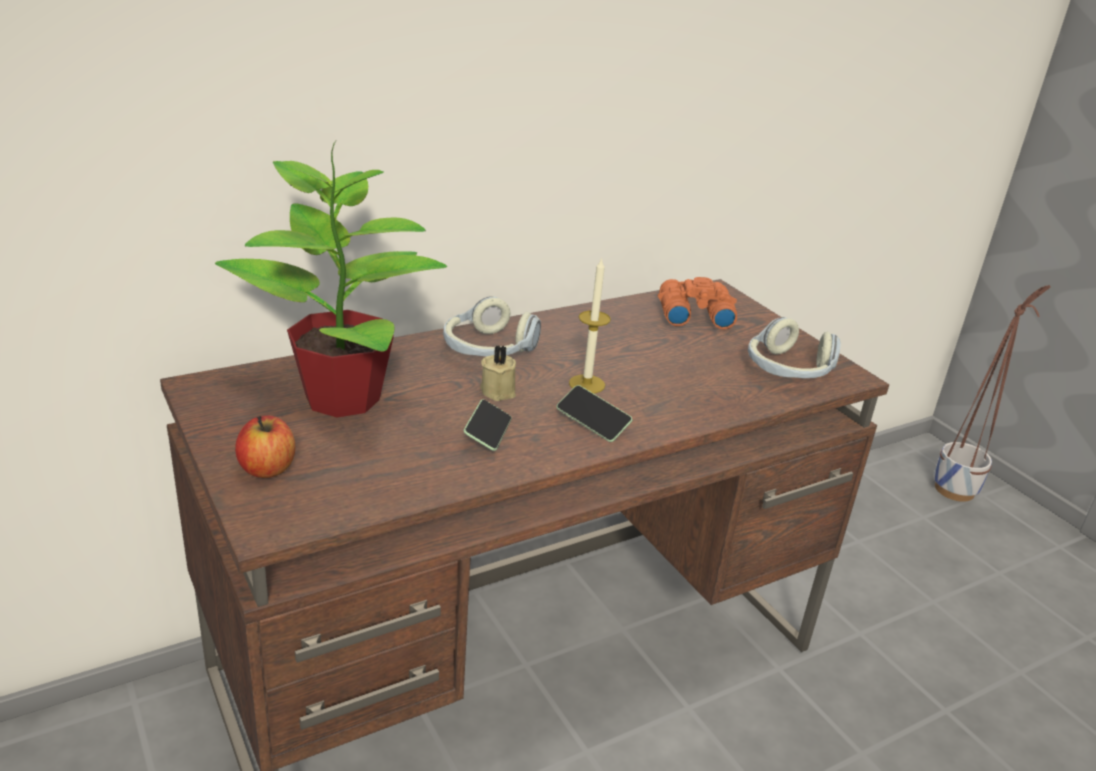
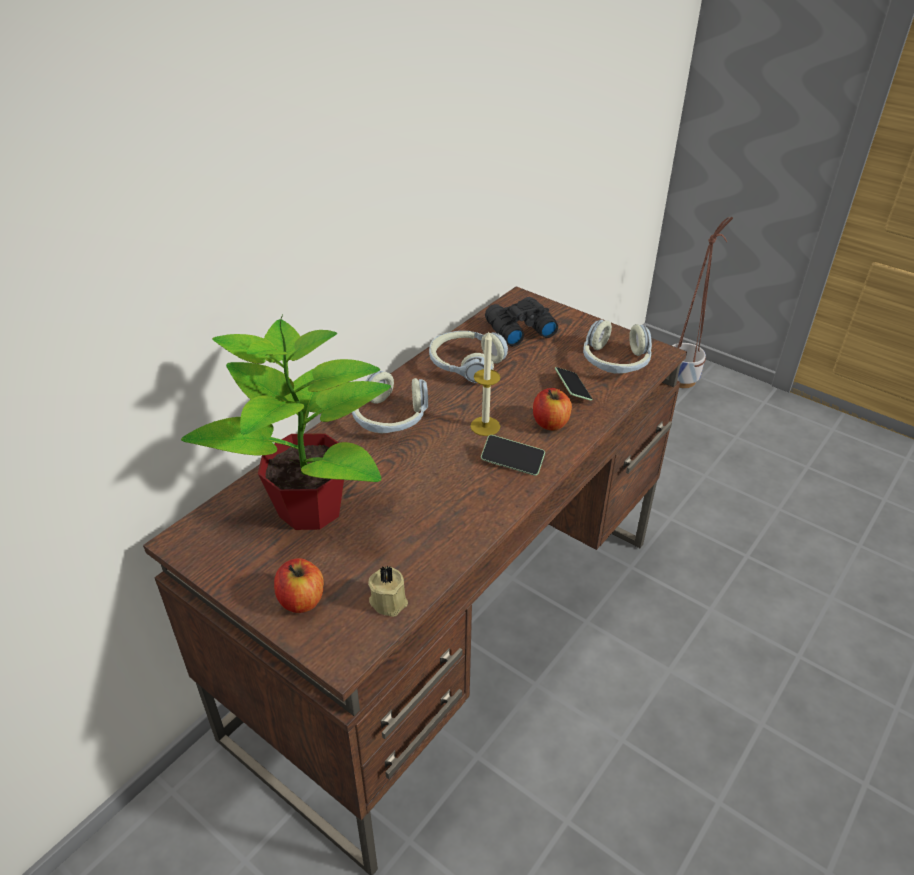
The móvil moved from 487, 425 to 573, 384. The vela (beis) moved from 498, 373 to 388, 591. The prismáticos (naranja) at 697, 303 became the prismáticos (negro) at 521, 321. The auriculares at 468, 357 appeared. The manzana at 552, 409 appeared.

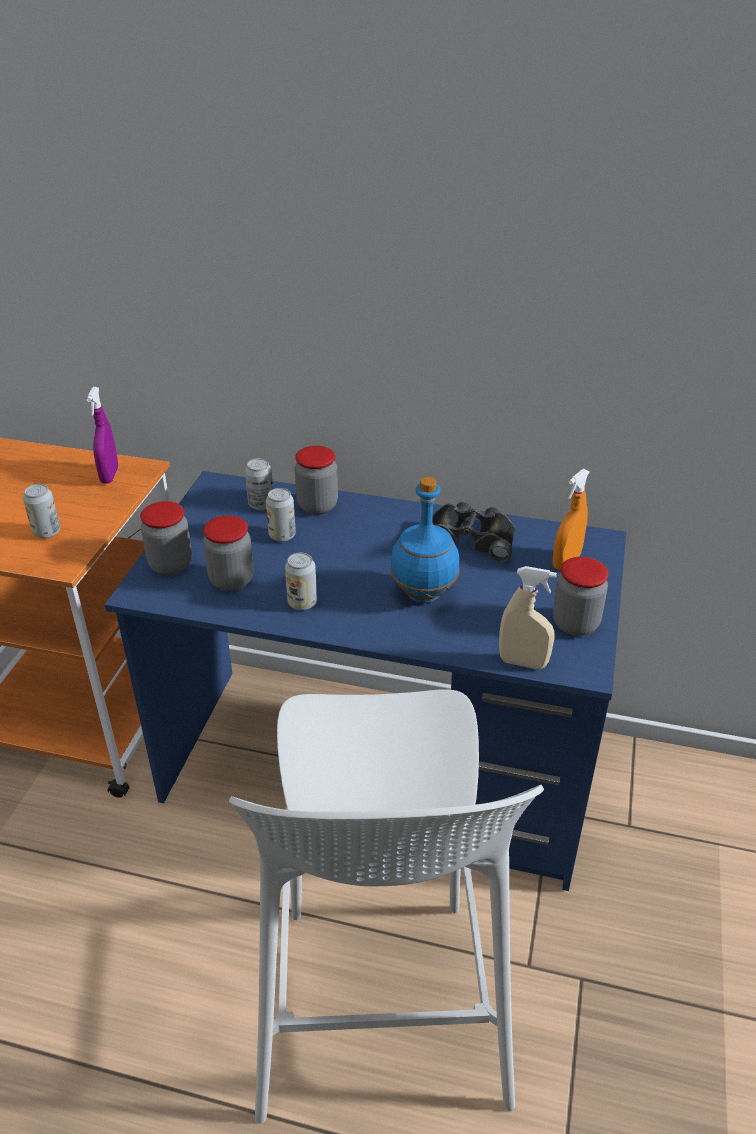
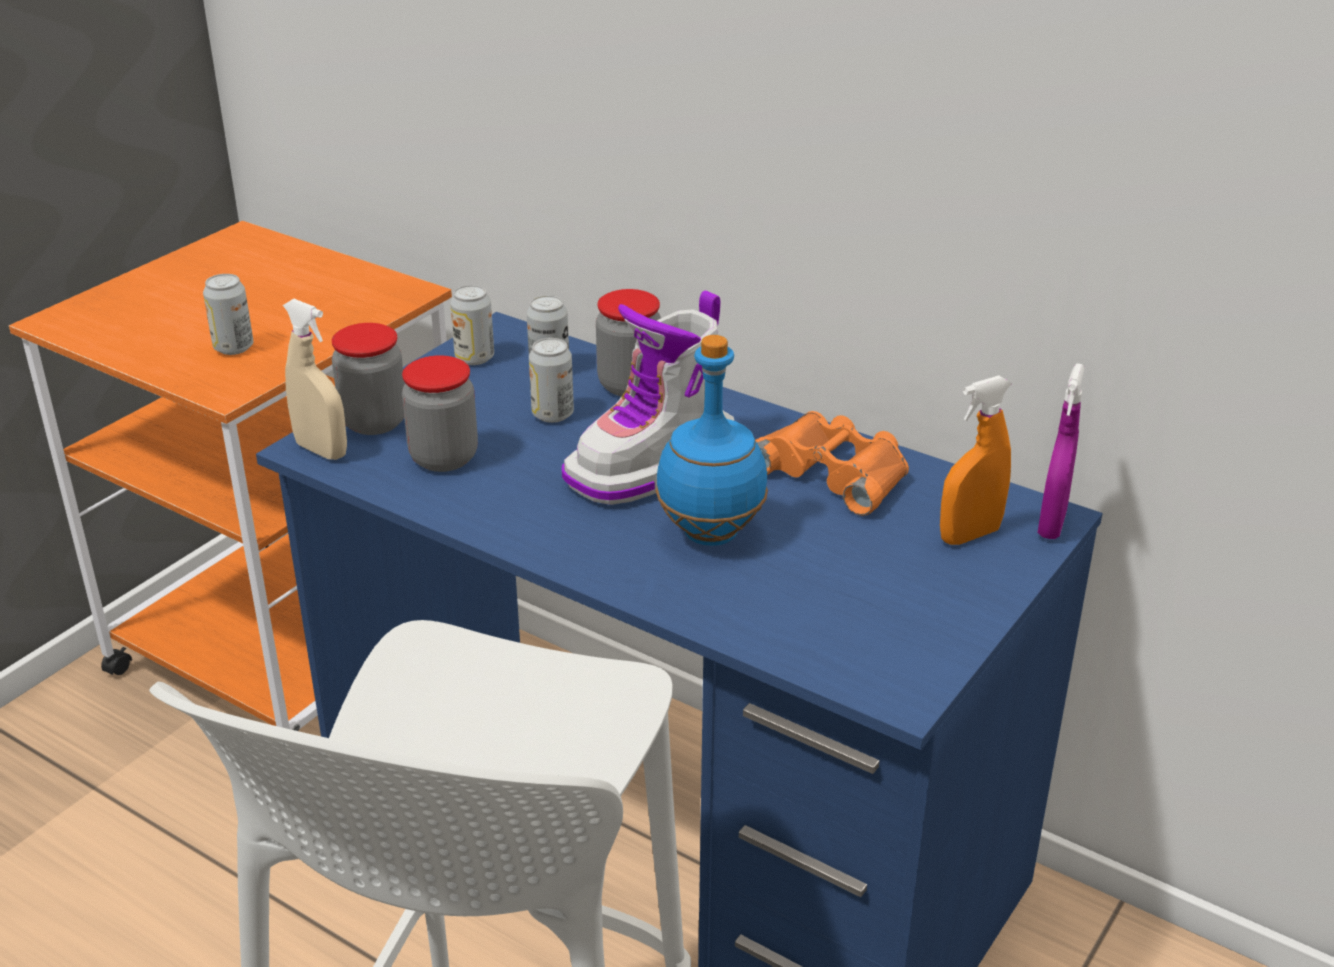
The pulverizador (morado) moved from 102, 435 to 1061, 451. The lata moved from 301, 581 to 472, 325. The prismáticos (negro) at 473, 532 became the prismáticos (naranja) at 832, 463. The pulverizador (beis) moved from 528, 617 to 315, 379. The tarro at 581, 596 disappeared. The bota at 648, 397 appeared.

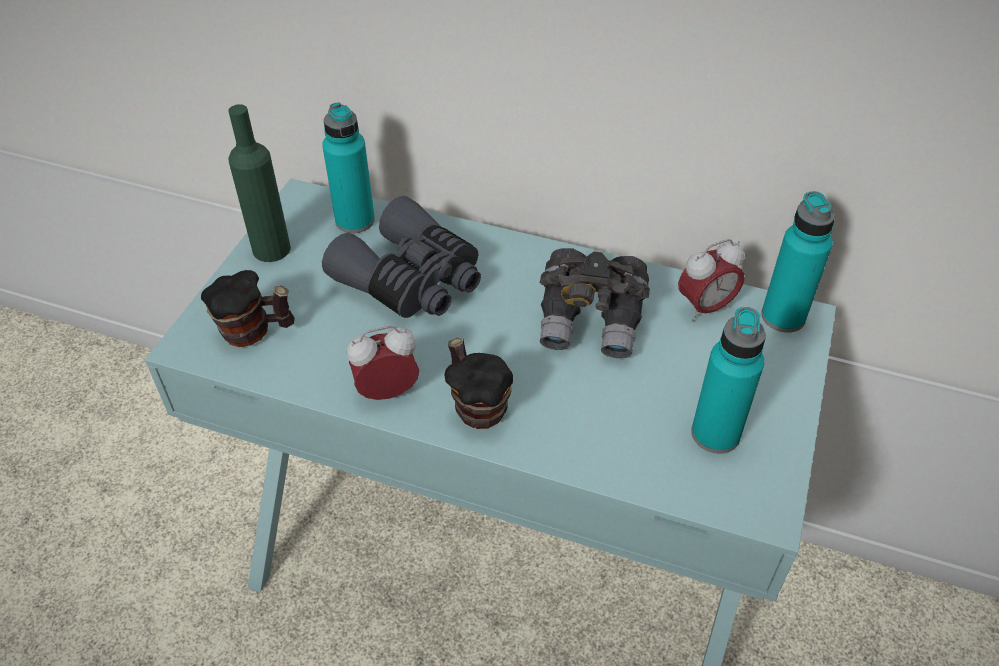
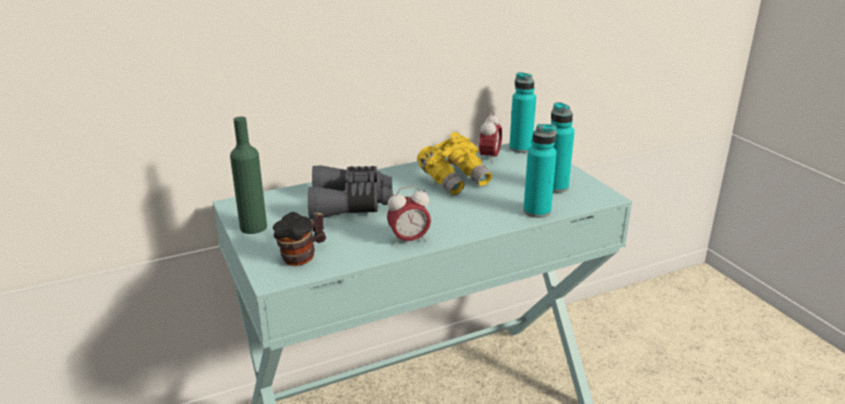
The botella (turquesa) moved from 348, 167 to 540, 171. The despertador at 383, 363 turned 135 degrees counterclockwise. The taza grande at 478, 383 disappeared. The prismáticos (gris) at 595, 303 became the prismáticos (amarillo) at 454, 163.

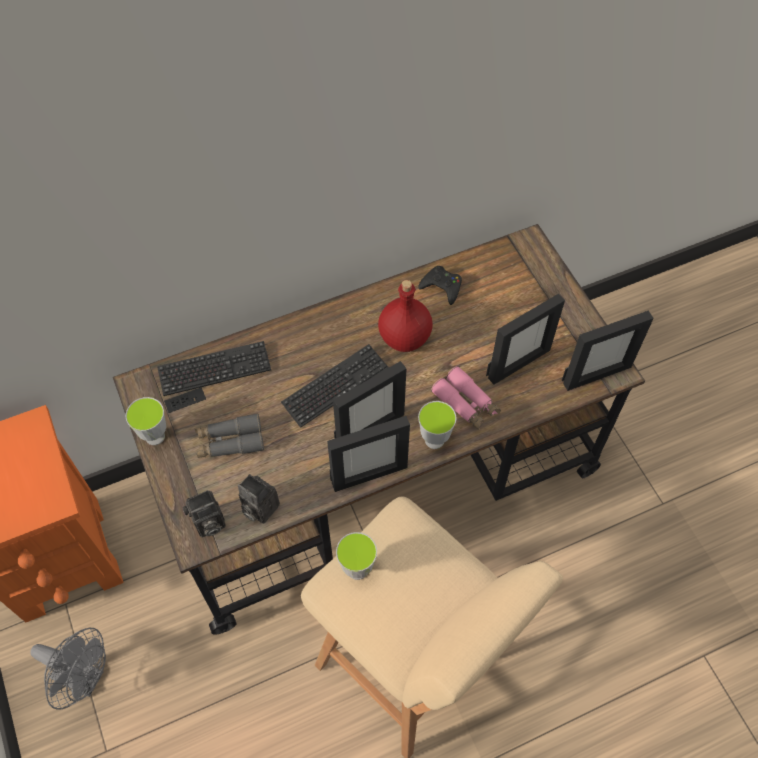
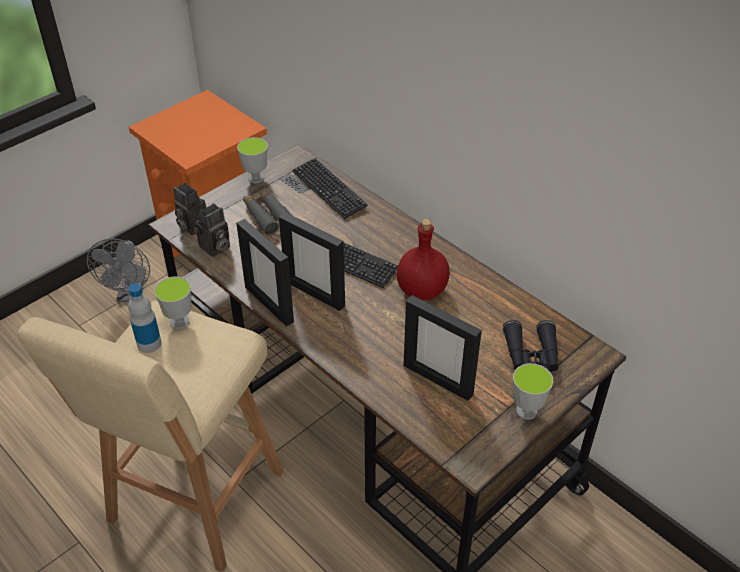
The cámara at 259, 499 turned 150 degrees counterclockwise. The mando de consola (negro) at 440, 285 disappeared. The taza moved from 437, 425 to 533, 391. The prismáticos (rosa) at 466, 398 disappeared. The portarretratos at 607, 351 disappeared. The botella at 145, 318 appeared. The prismáticos (negro) at 531, 346 appeared.

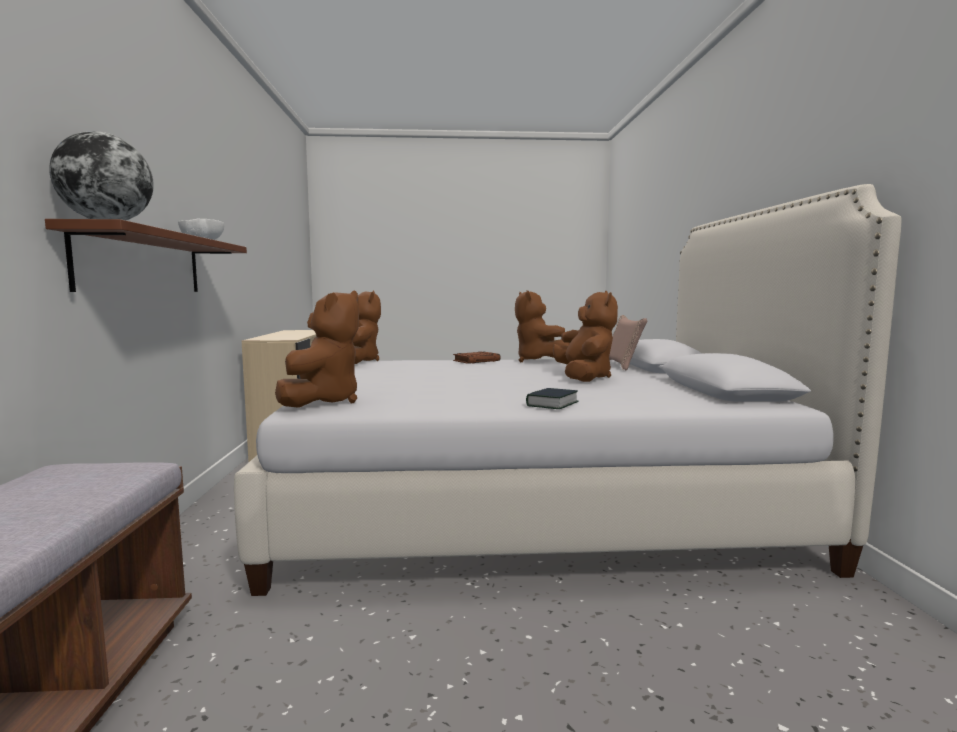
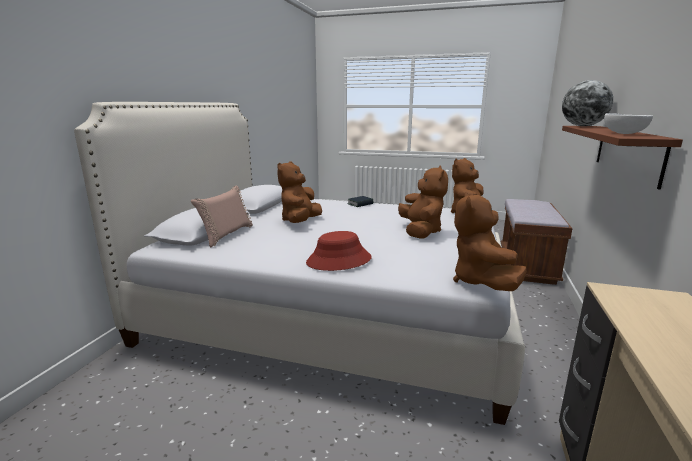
The libro (marrón) at 477, 357 was replaced by the sombrero (rojo) at 339, 251. The peluche (marrón) moved from 542, 326 to 423, 202.

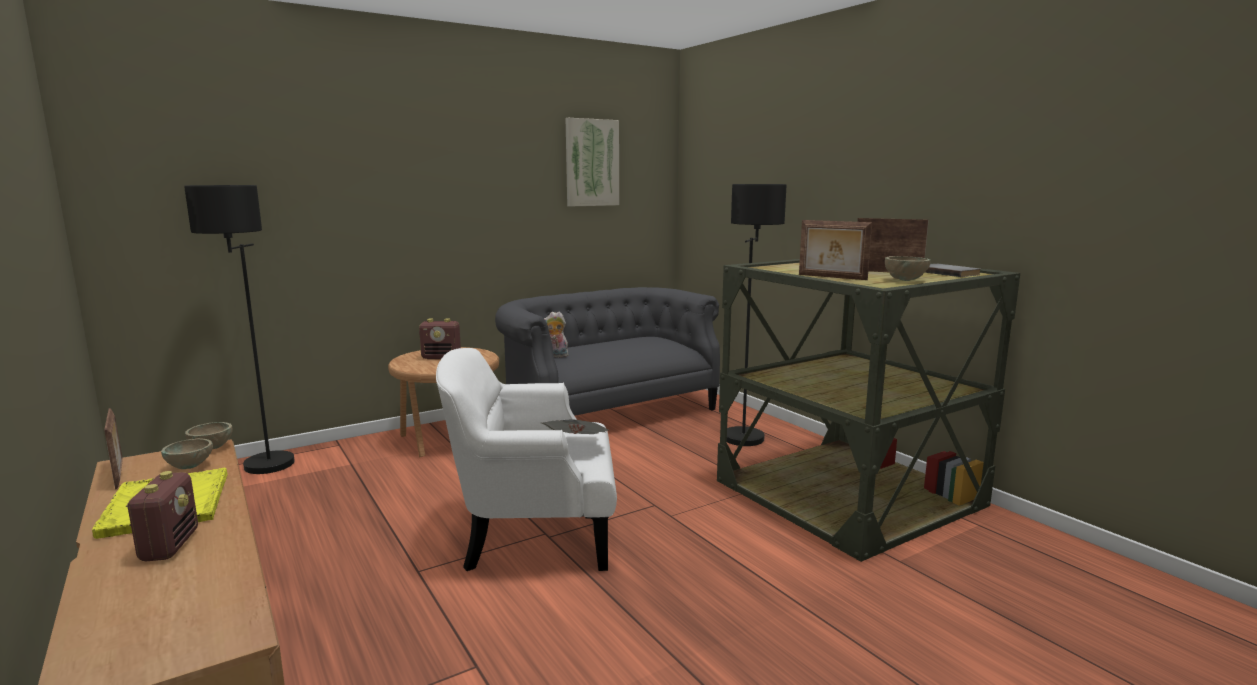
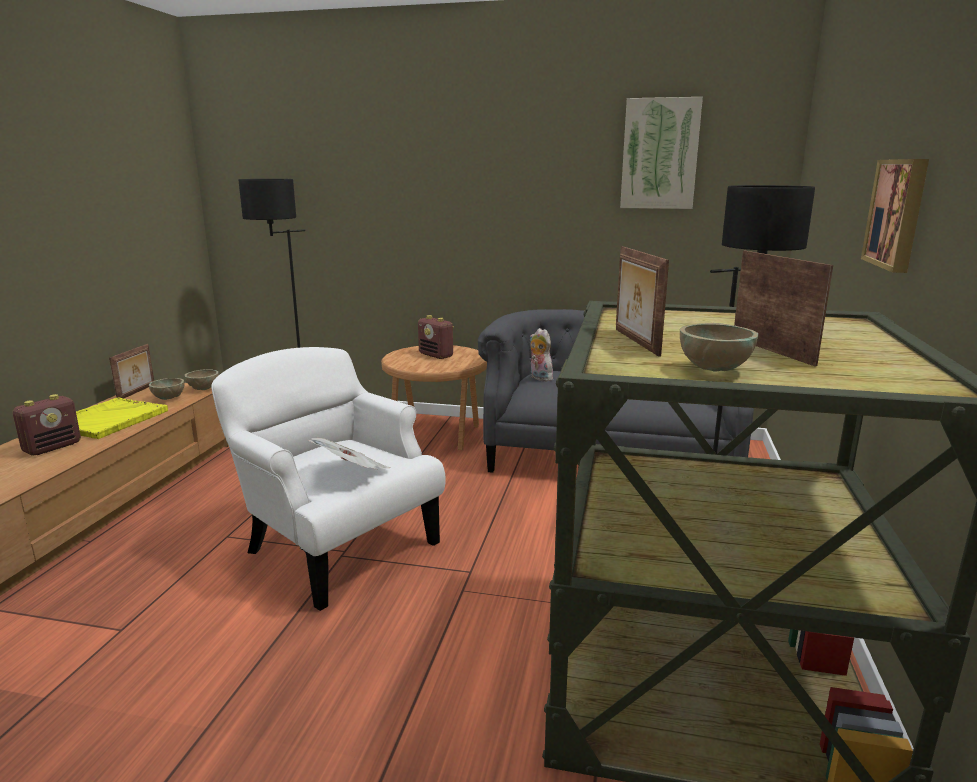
The libro (gris) at 952, 270 disappeared. The cuadro at 895, 216 appeared.

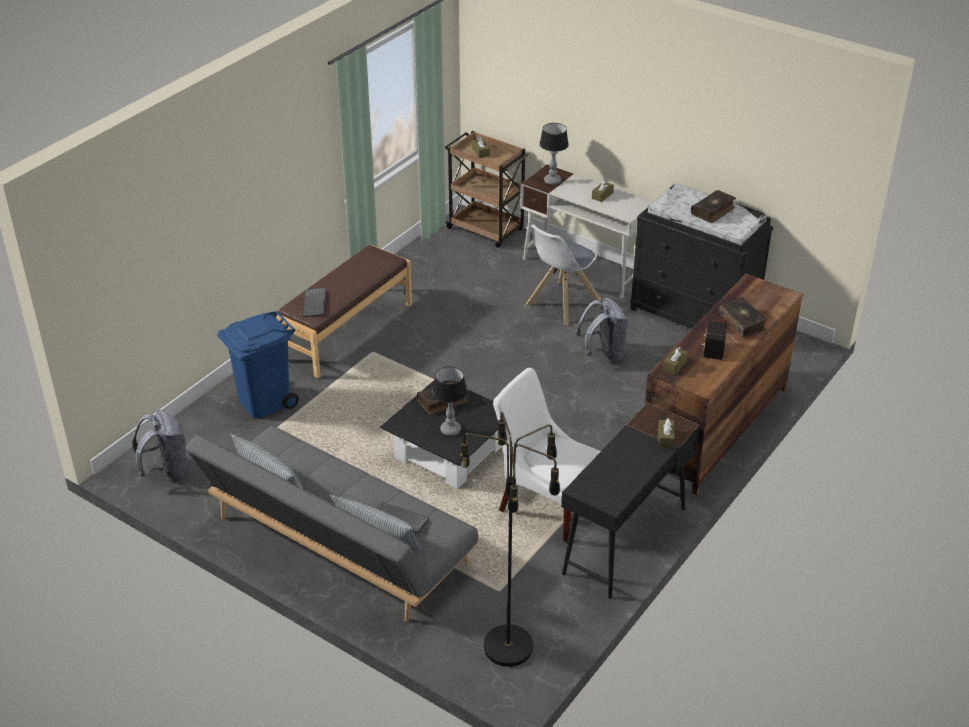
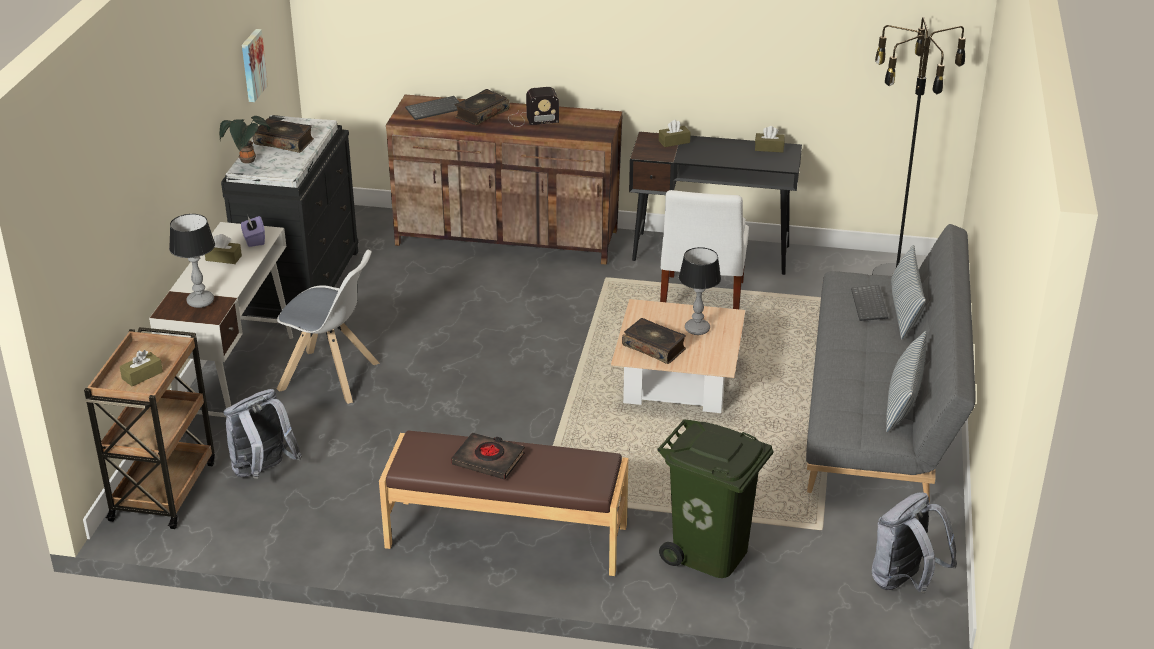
The papelera (azul) at 258, 364 became the papelera (verde) at 716, 498. The teclado moved from 314, 302 to 432, 108. The mesa de centro (negro) at 441, 434 became the mesa de centro (beis) at 678, 356. The mochila (gris) moved from 602, 330 to 262, 434. The caja de pañuelos (marrón) moved from 675, 361 to 770, 139. The planta en maceta at 244, 139 appeared. The caja de pañuelos (morado) at 253, 231 appeared. The cuadro at 255, 65 appeared. The libro (negro) at 488, 456 appeared.

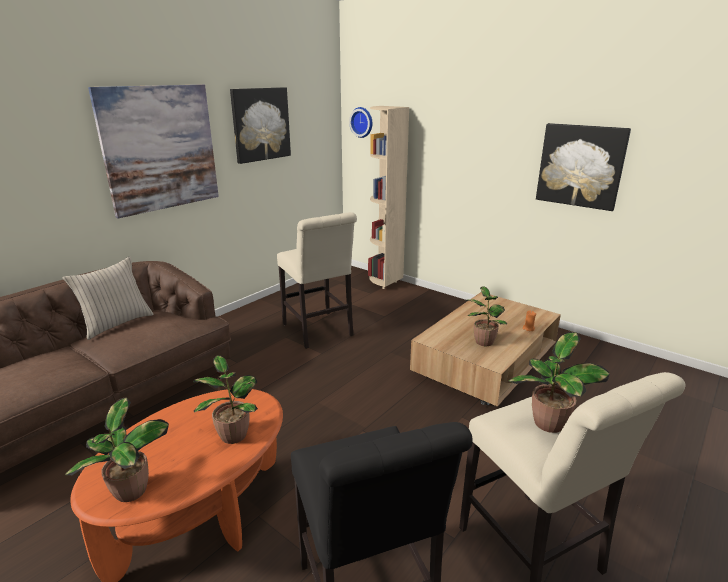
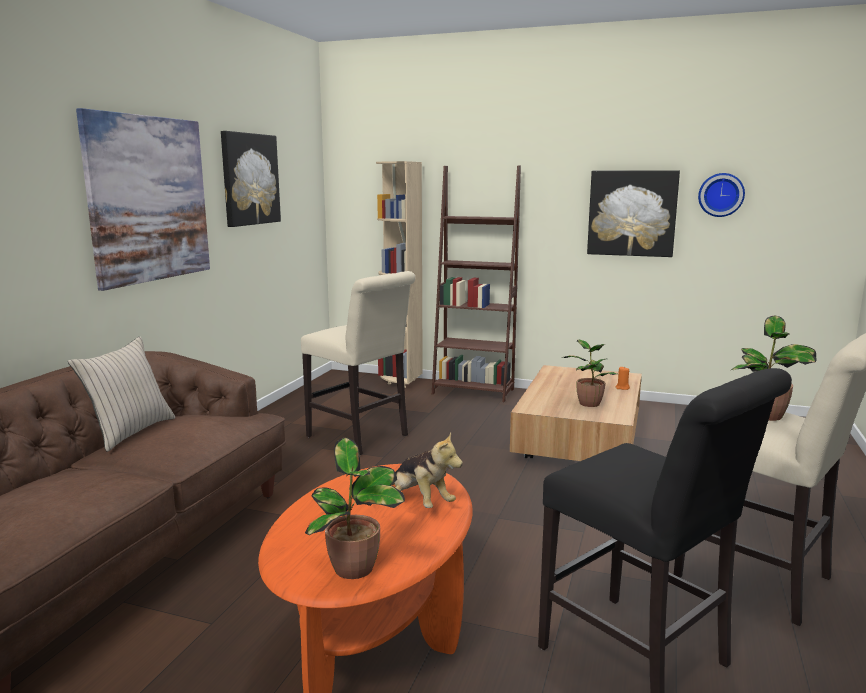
The planta en maceta at 225, 399 was replaced by the peluche at 427, 470. The reloj de pared moved from 360, 122 to 721, 195. The estantería (marrón) at 476, 283 appeared.

